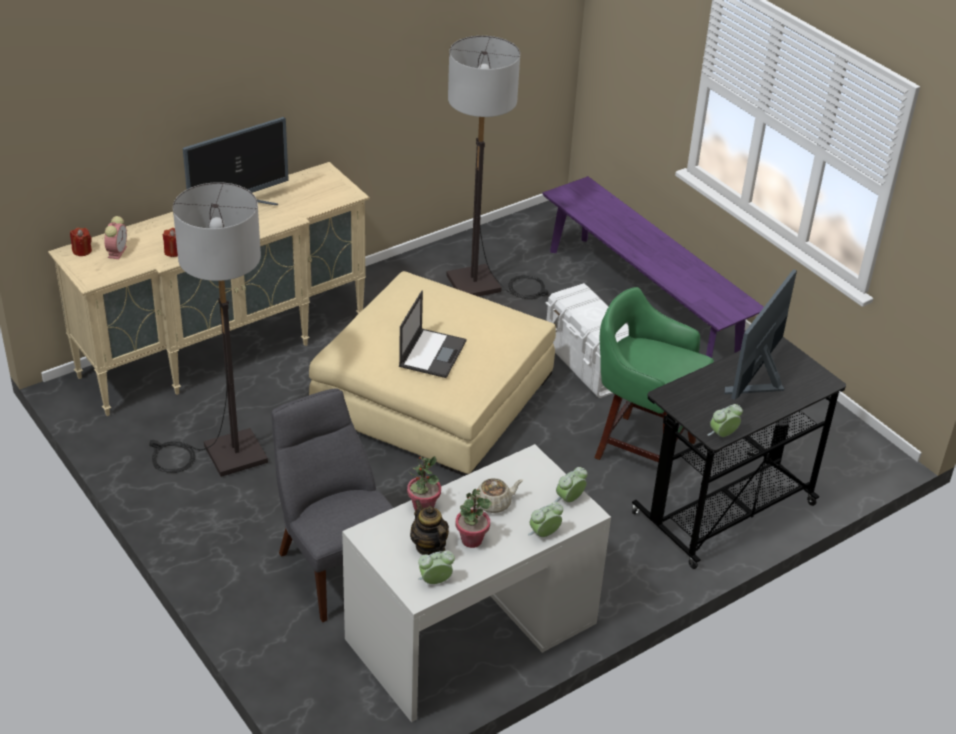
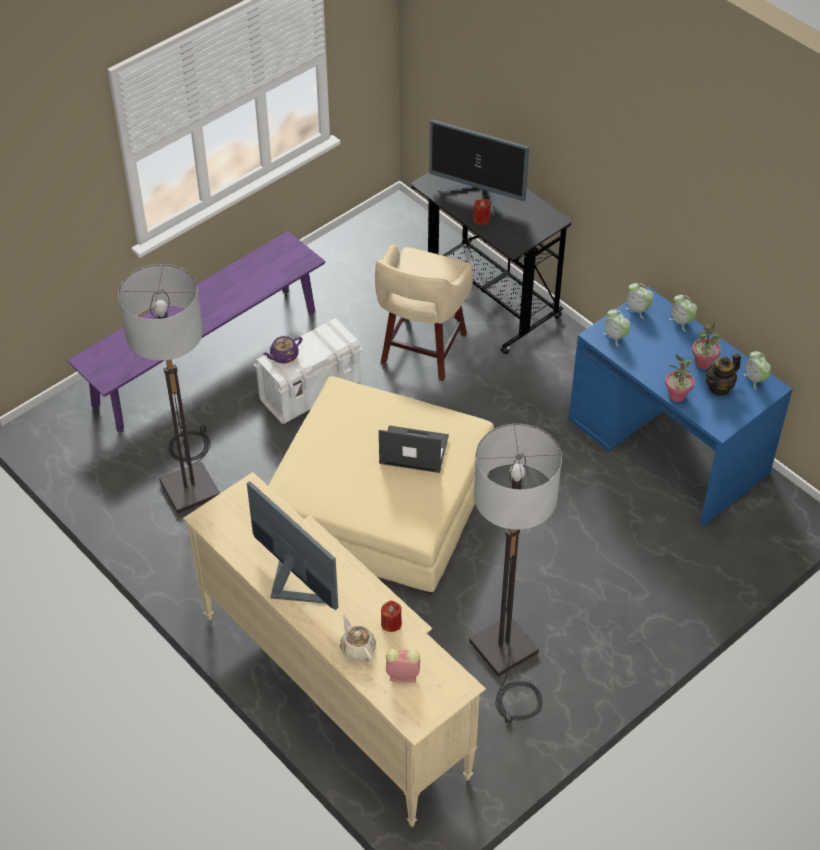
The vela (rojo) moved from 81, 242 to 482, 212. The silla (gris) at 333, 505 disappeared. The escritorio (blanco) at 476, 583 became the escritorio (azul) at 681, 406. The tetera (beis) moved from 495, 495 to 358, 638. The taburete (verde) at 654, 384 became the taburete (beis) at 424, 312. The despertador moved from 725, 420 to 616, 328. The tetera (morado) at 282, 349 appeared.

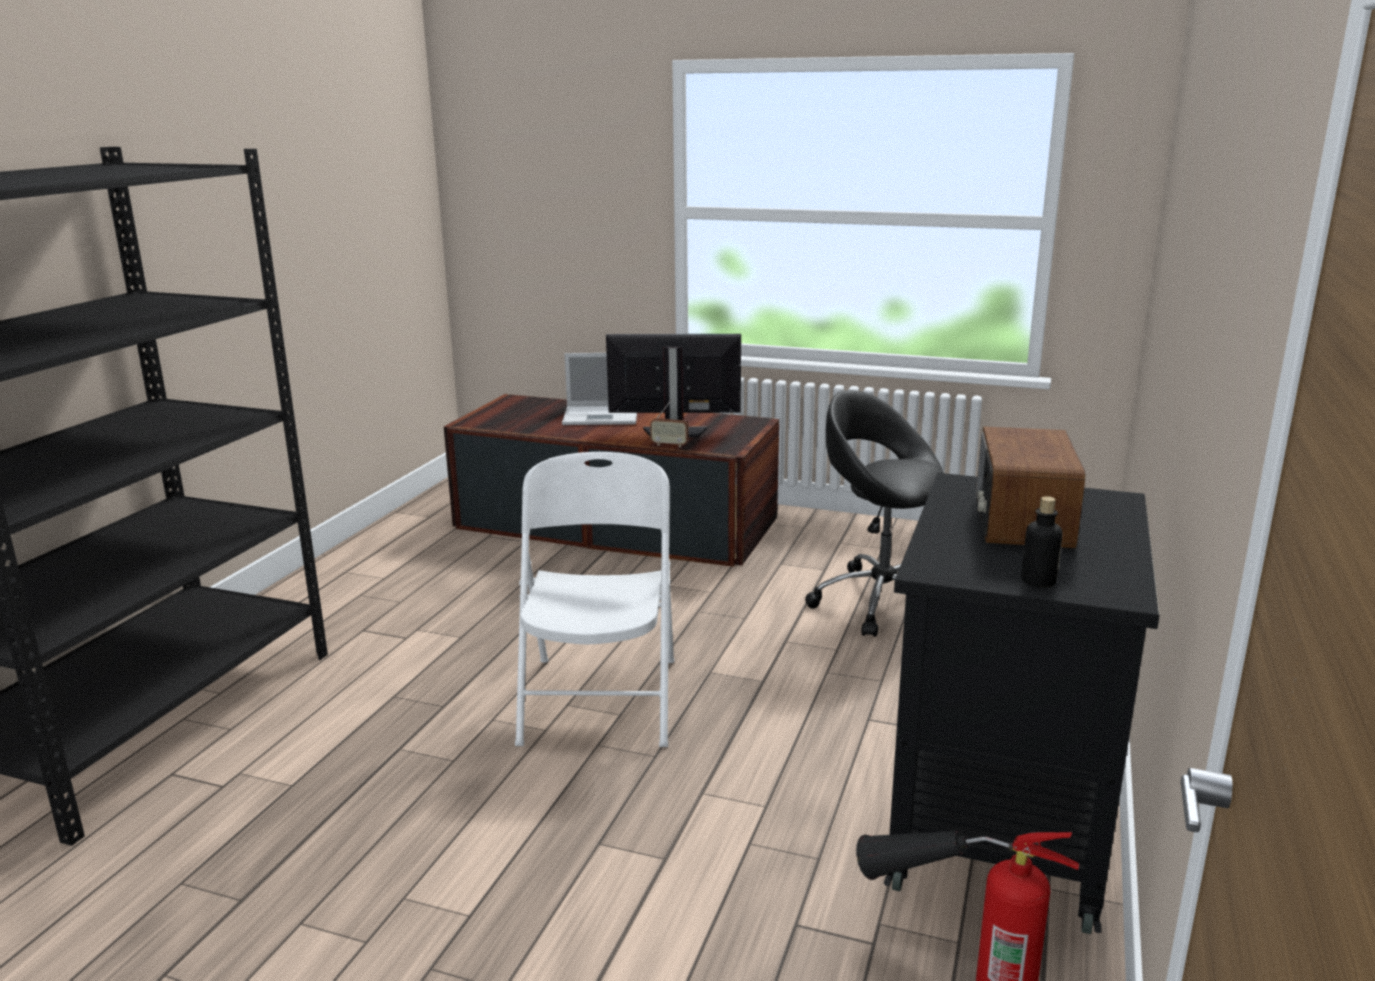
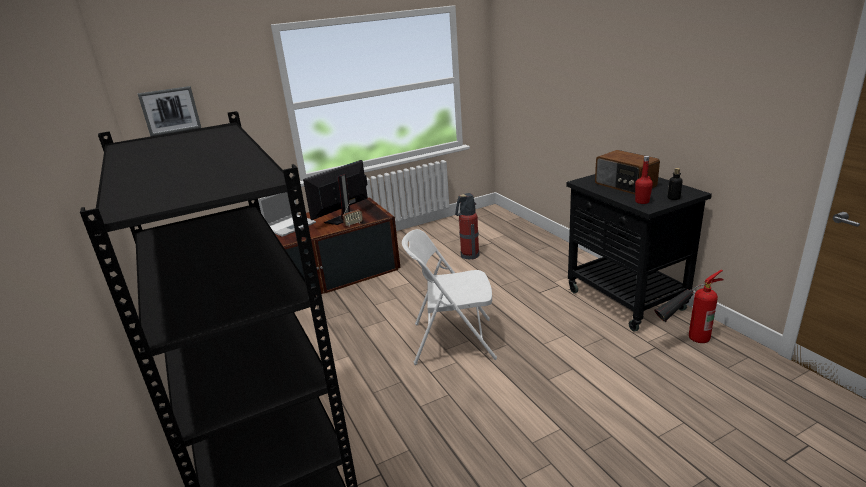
The silla (blanco) at 594, 599 turned 45 degrees counterclockwise. The silla de oficina (negro) at 874, 513 was replaced by the extintor at 467, 226. The cuadro at 169, 111 appeared. The botella (rojo) at 644, 180 appeared.

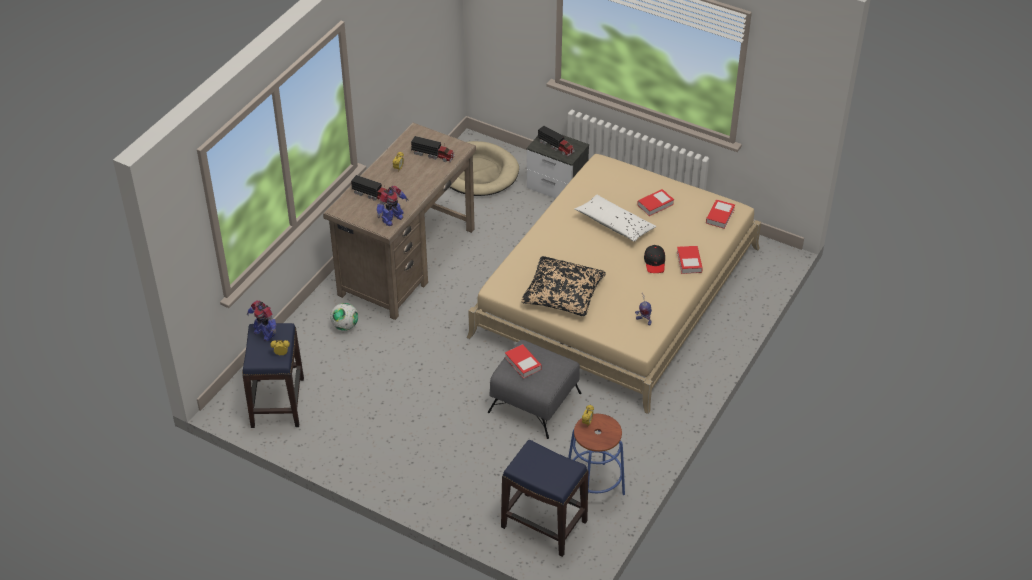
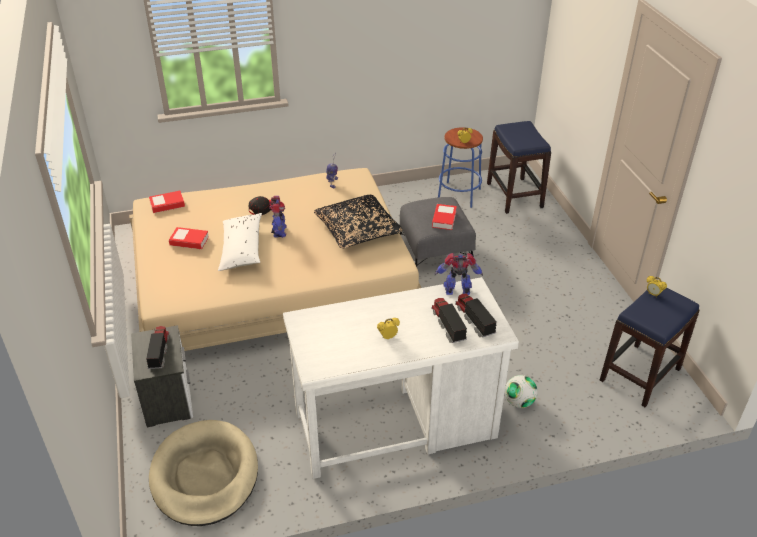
The robot de juguete moved from 261, 320 to 277, 217. The escritorio (marrón) at 399, 221 became the escritorio (blanco) at 401, 378. The camión de juguete moved from 433, 149 to 476, 315. The libro at 690, 260 disappeared.

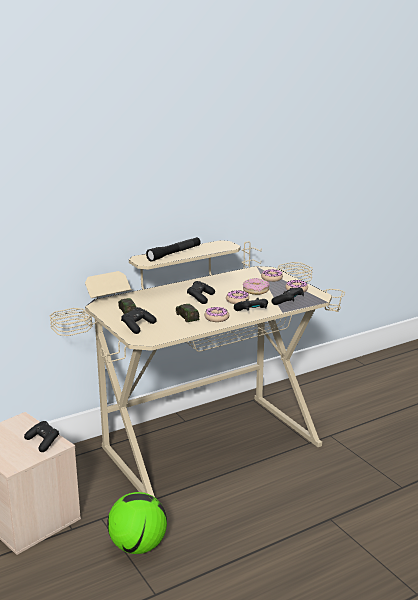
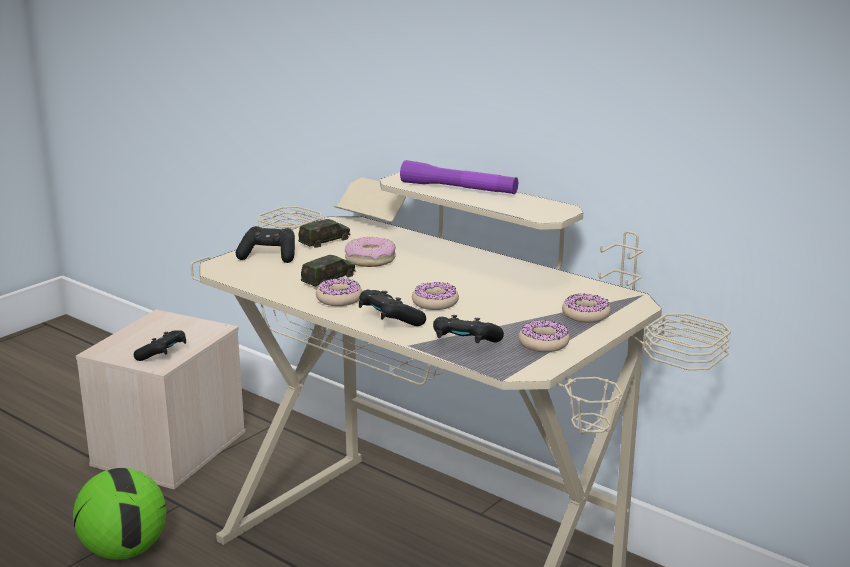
The linterna (negro) at 173, 249 became the linterna (morado) at 459, 177. The mando de consola (negro) at 201, 292 disappeared. The rosquilla moved from 256, 286 to 370, 252.

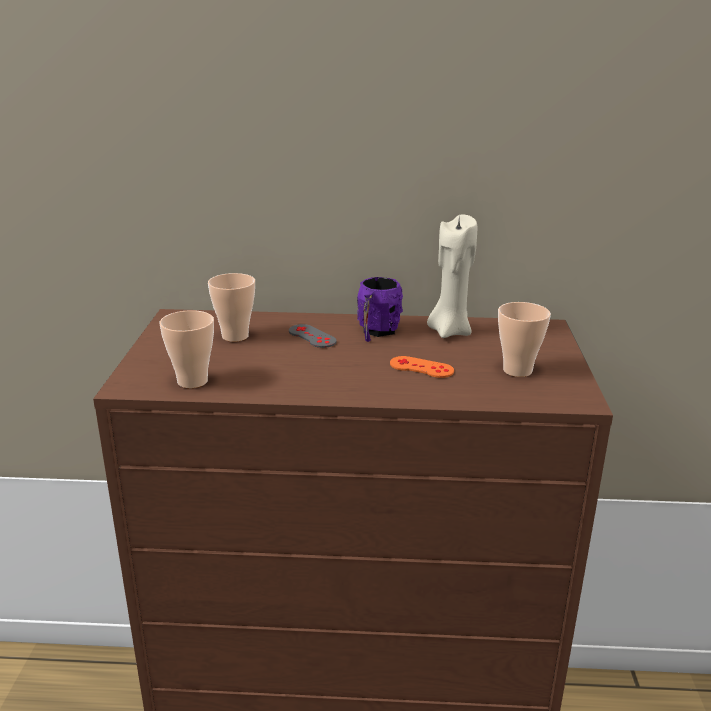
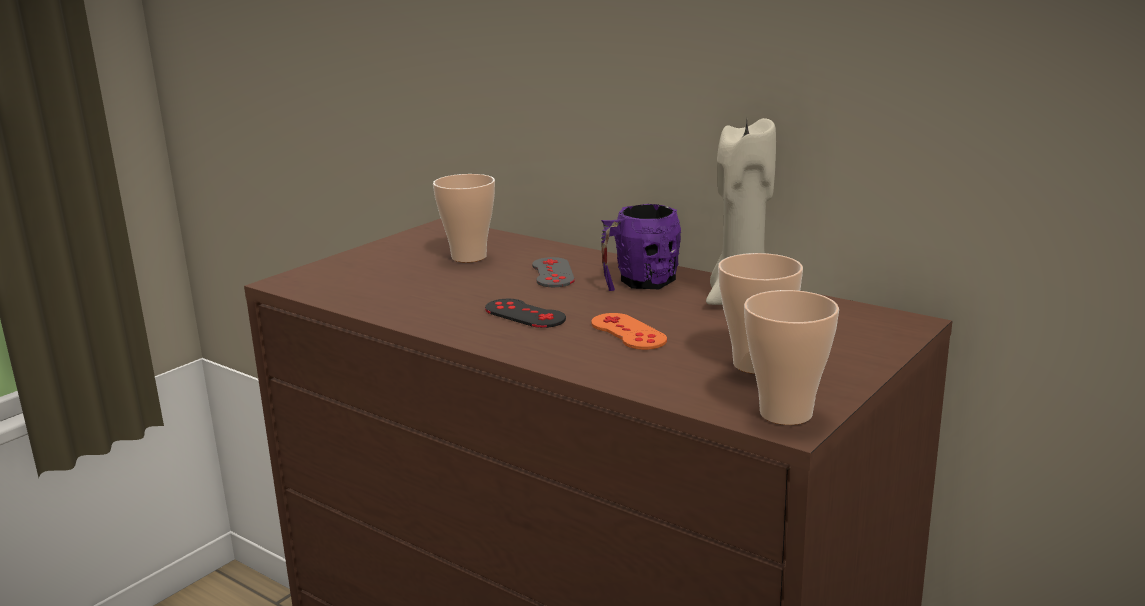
The taza moved from 187, 349 to 791, 357. The mando de consola (negro) at 525, 313 appeared.

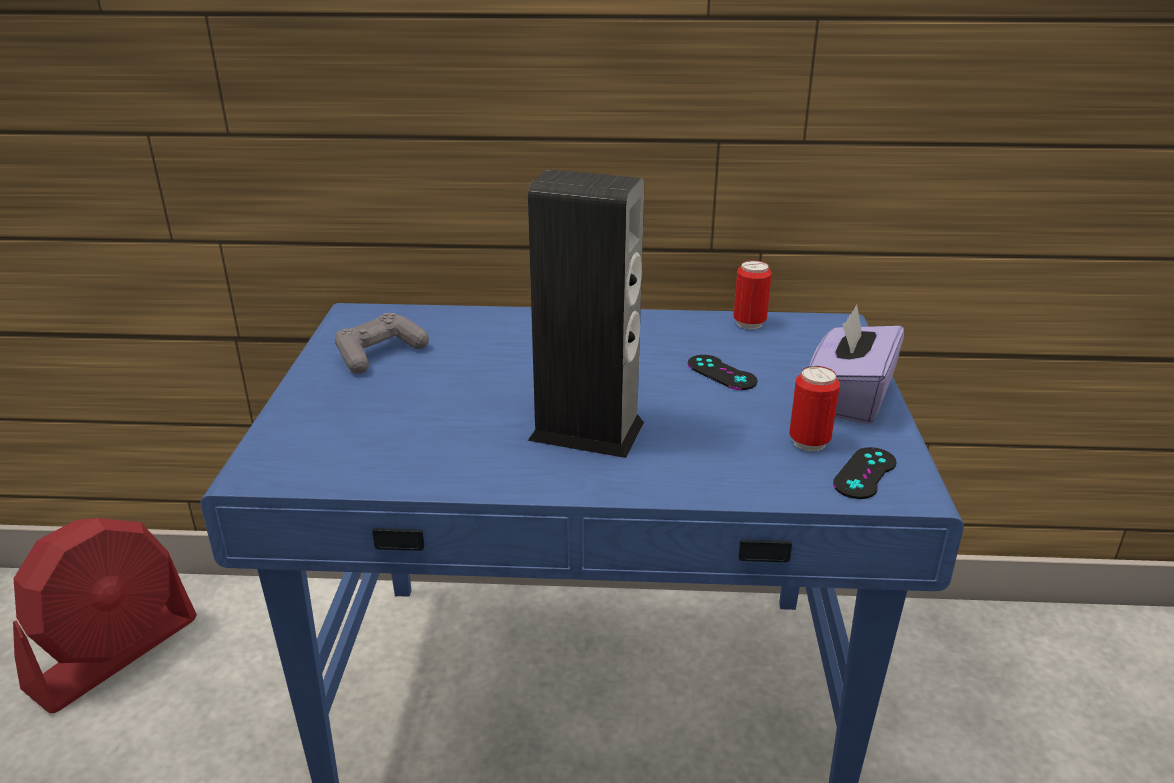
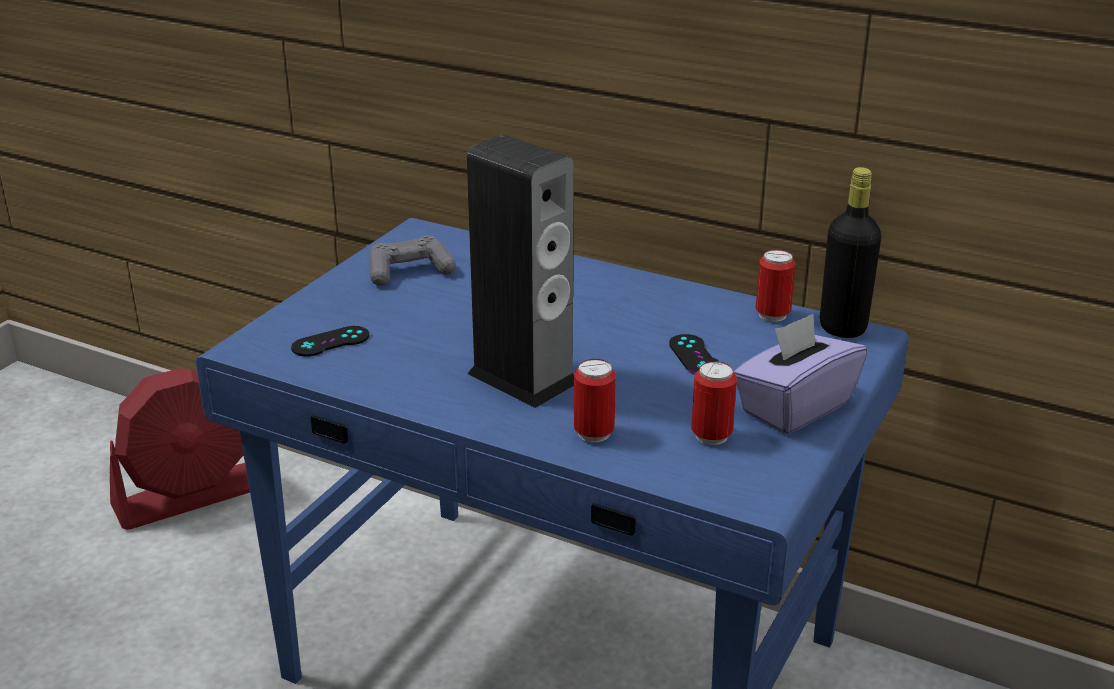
The mando de consola (negro) moved from 865, 473 to 330, 341. The lata at 595, 401 appeared. The botella (negro) at 850, 252 appeared.

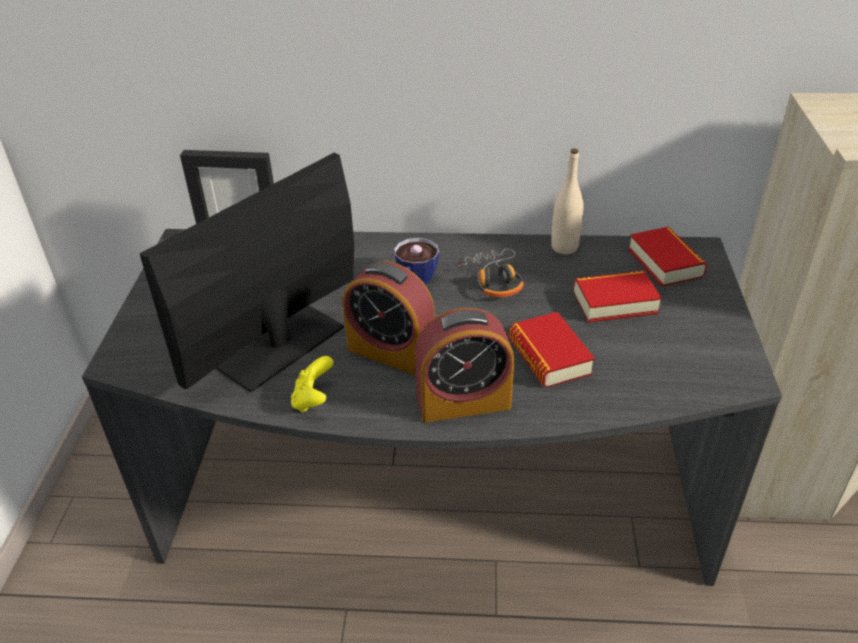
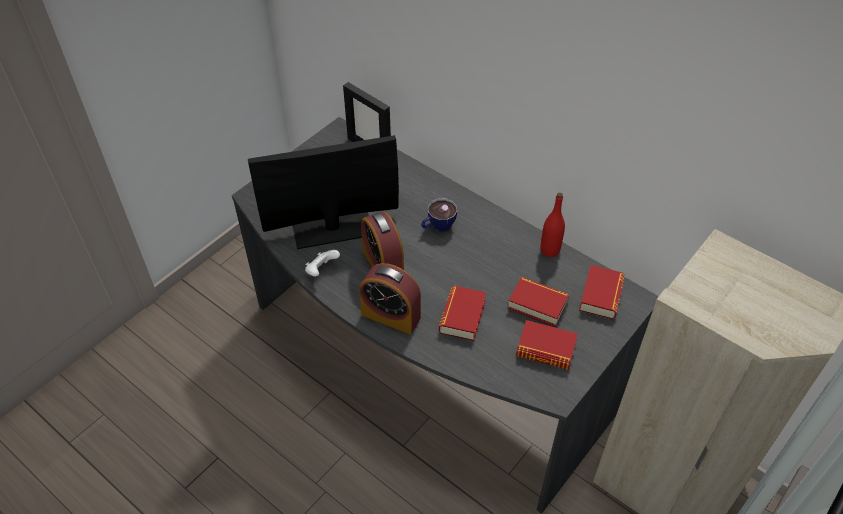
The mando de consola (amarillo) at 312, 384 became the mando de consola (blanco) at 322, 263. The auriculares at 490, 273 disappeared. The botella (beis) at 567, 201 became the botella (rojo) at 553, 225. The libro at 547, 345 appeared.

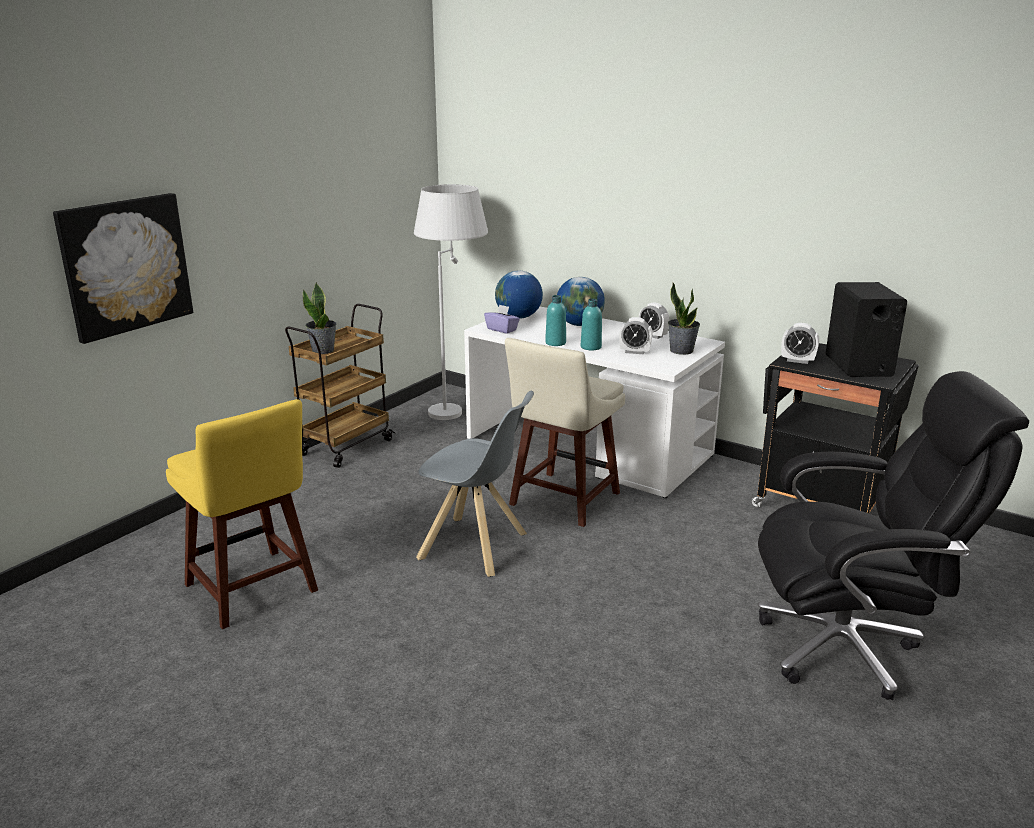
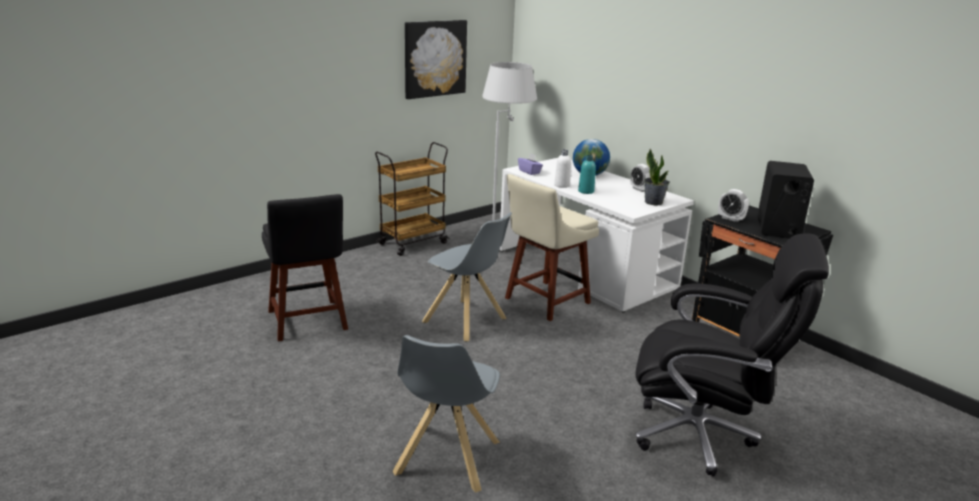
The cuadro moved from 123, 268 to 436, 59. The taburete (amarillo) at 242, 514 became the taburete (negro) at 305, 267. The planta en maceta at 319, 318 disappeared. The globo terráqueo at 519, 295 disappeared. The botella (turquesa) at 555, 320 became the botella (blanco) at 562, 169. The despertador at 635, 335 disappeared. The silla (gris) at 446, 414 appeared.

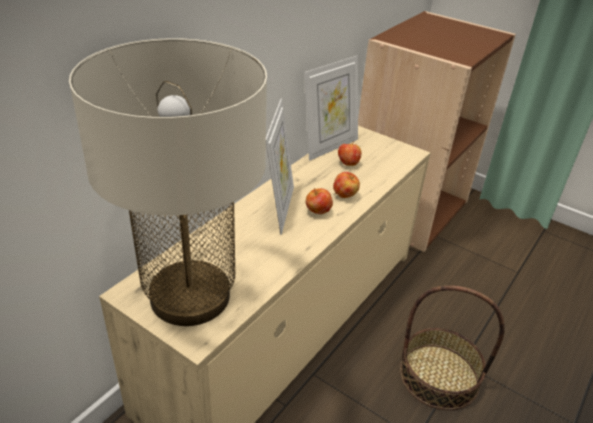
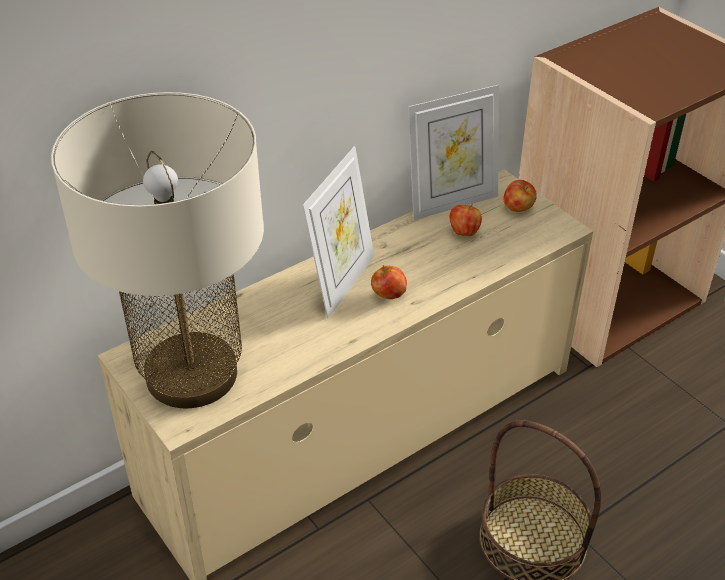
The manzana moved from 346, 185 to 520, 196.

